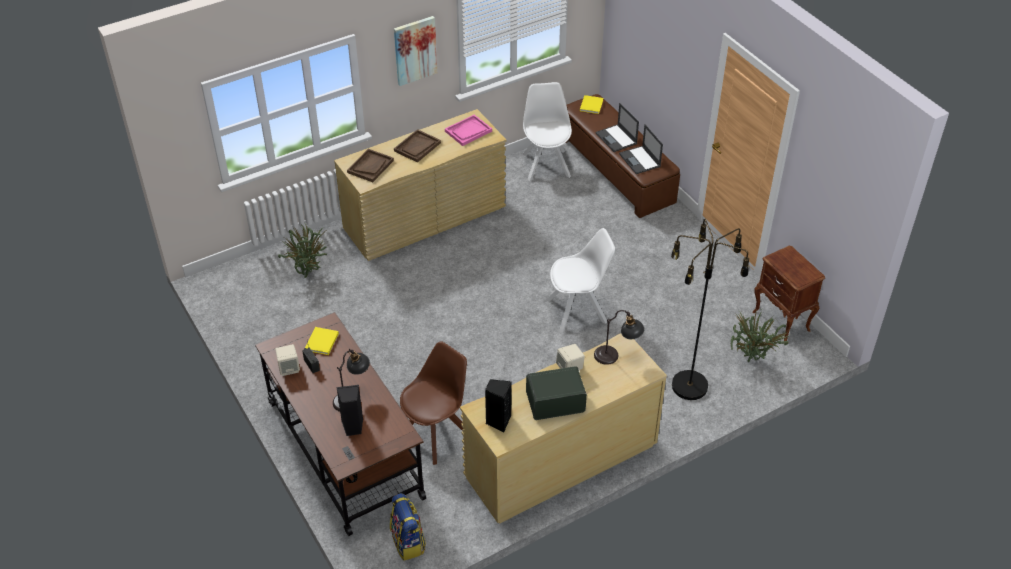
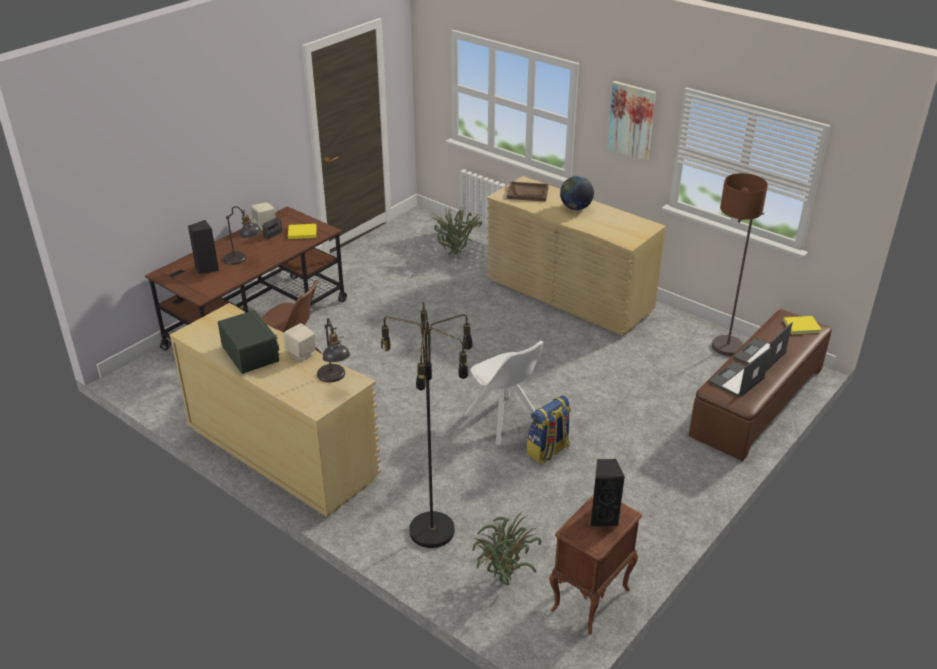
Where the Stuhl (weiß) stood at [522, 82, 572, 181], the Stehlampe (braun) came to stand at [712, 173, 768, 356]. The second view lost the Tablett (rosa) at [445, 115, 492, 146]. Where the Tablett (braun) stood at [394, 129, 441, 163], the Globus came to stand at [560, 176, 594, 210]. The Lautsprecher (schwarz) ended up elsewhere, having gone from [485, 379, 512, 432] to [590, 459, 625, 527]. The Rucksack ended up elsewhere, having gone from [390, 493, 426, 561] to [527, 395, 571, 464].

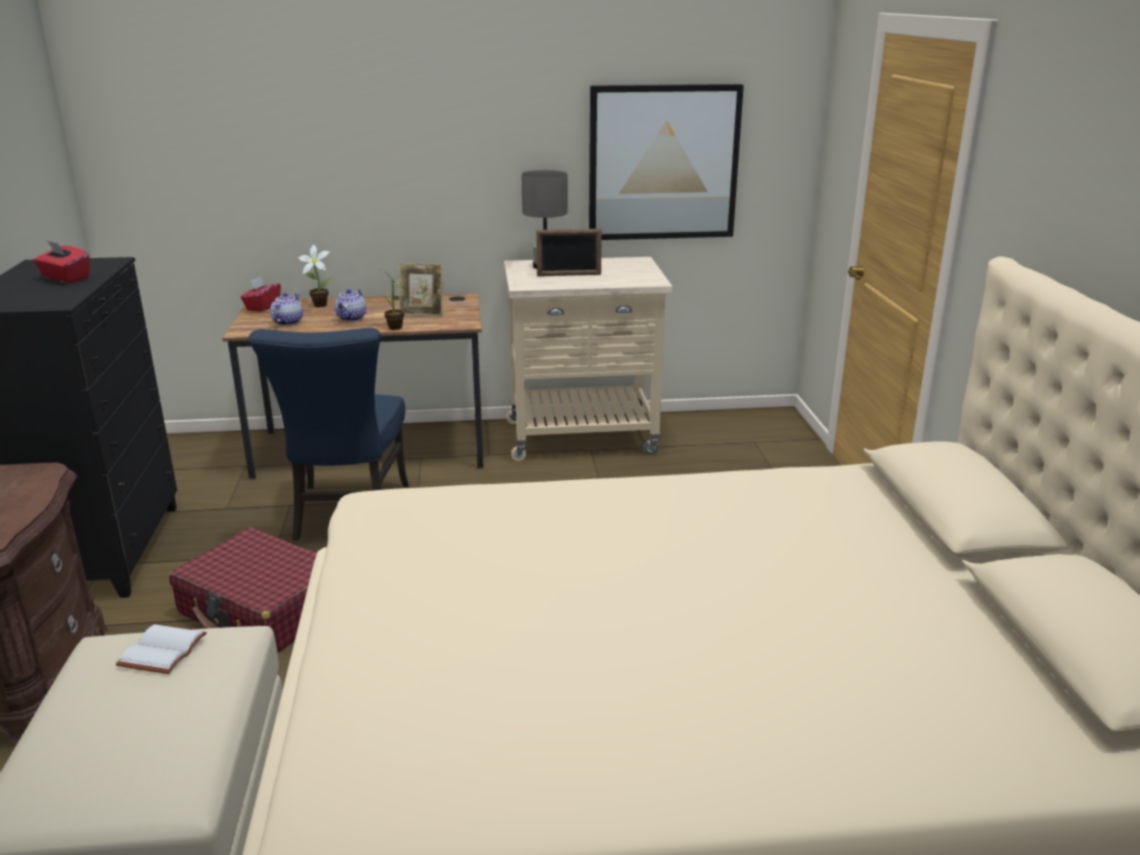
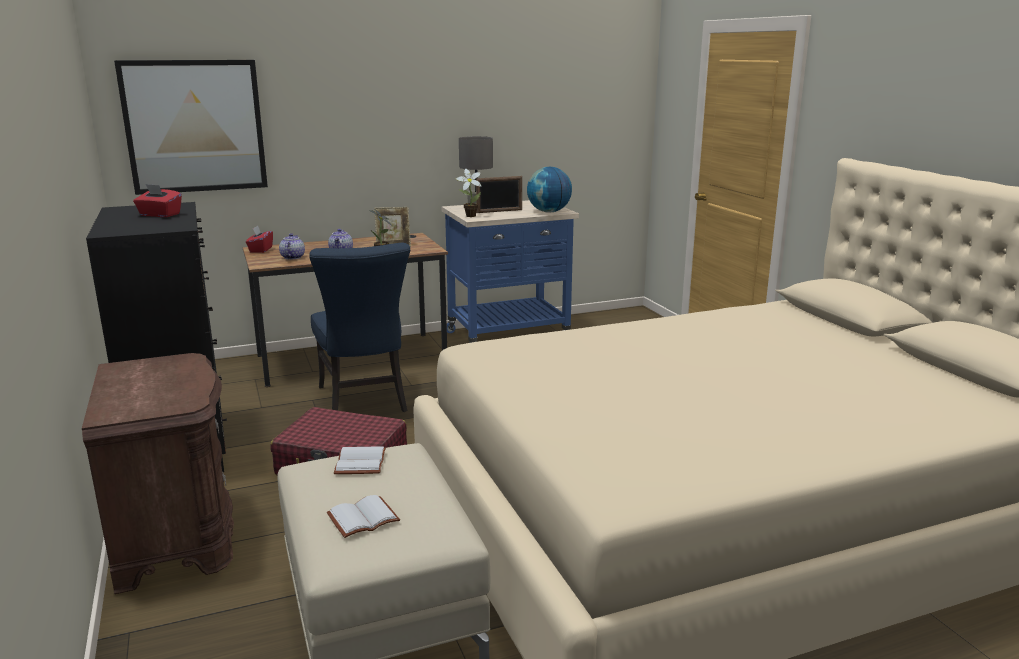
The Bild ended up elsewhere, having gone from [589, 84, 744, 240] to [114, 60, 268, 195]. The Topfpflanze ended up elsewhere, having gone from [298, 245, 332, 307] to [456, 169, 481, 217]. What was the Rollwagen (beige) at [504, 257, 673, 461] turned into the Rollwagen (blau) at [441, 200, 579, 343]. The second view gained the Globus at [527, 167, 572, 212]. The second view gained the Buch (weiß) at [327, 495, 400, 538].

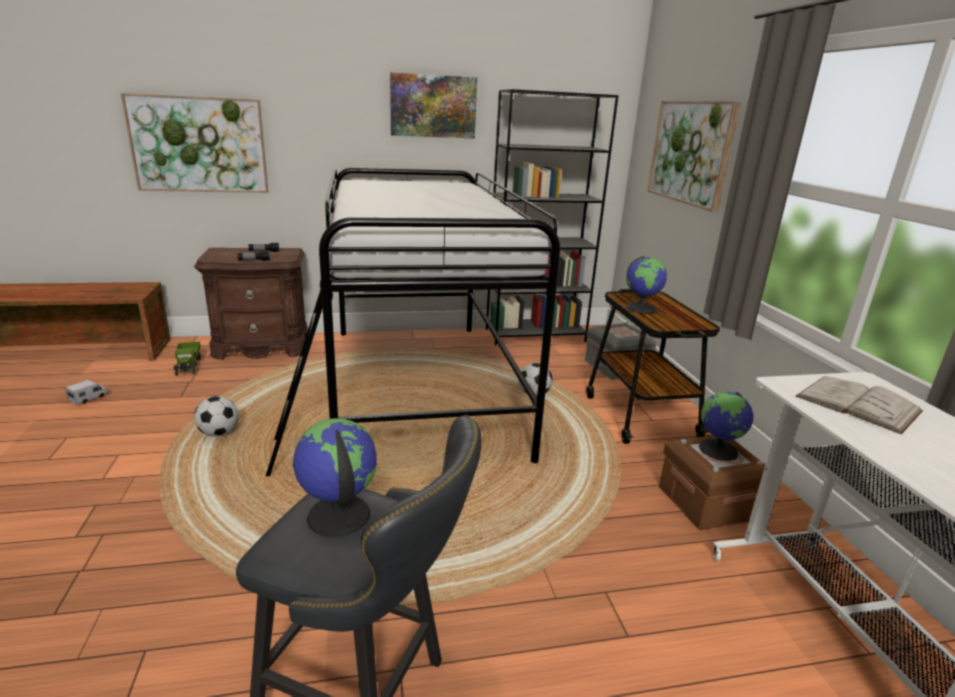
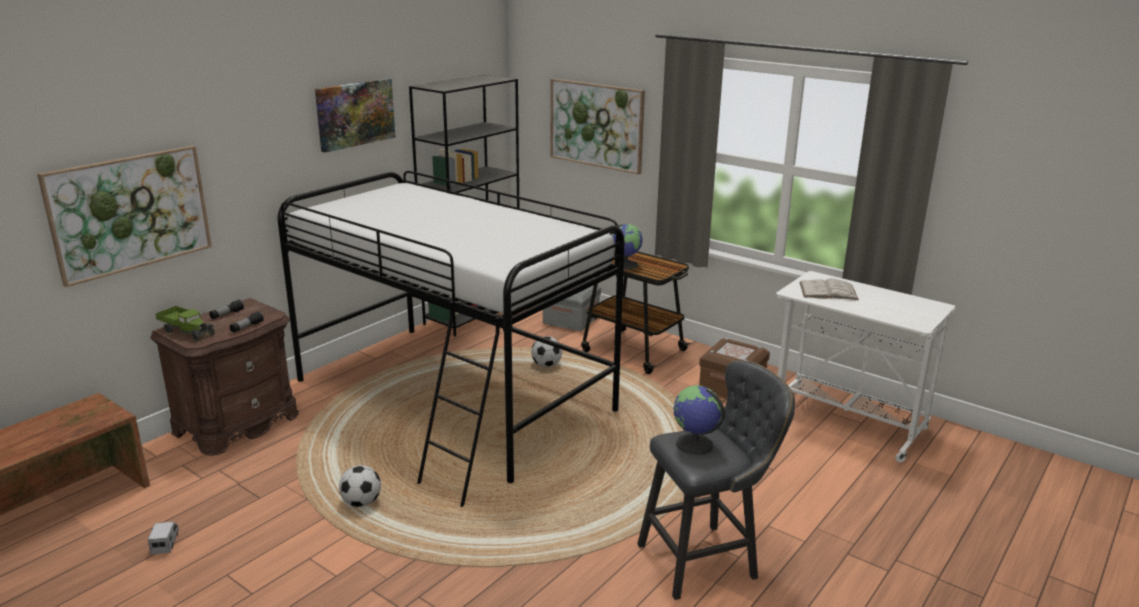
The Spielzeuglaster ended up elsewhere, having gone from [173, 342, 201, 376] to [155, 306, 215, 342]. The second view lost the Globus at [699, 392, 753, 461].

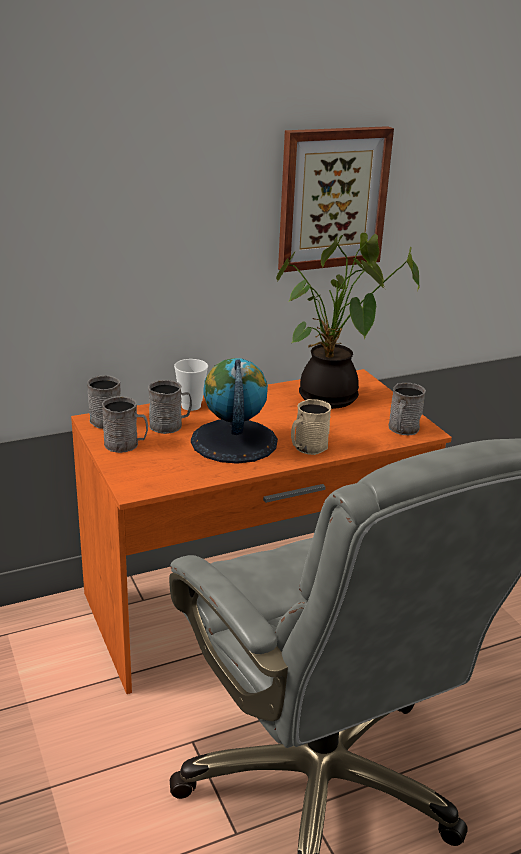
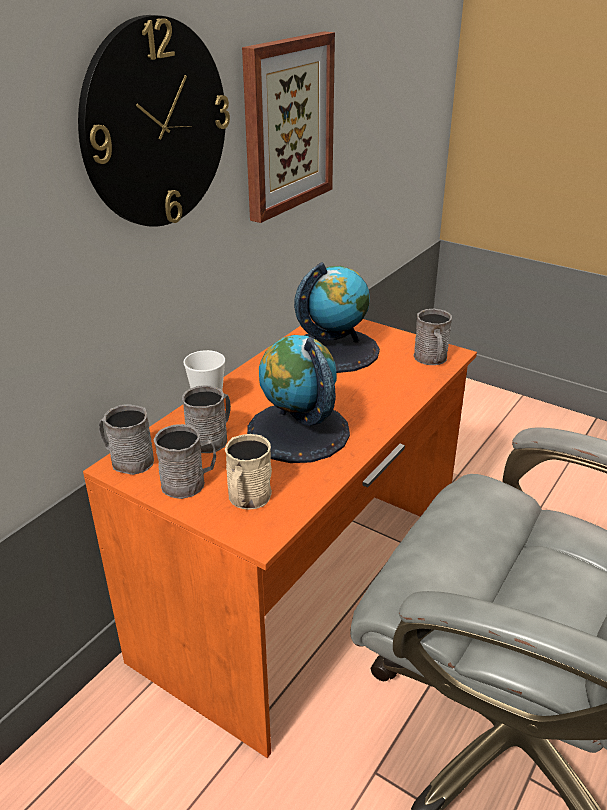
Where the Topfpflanze stood at [276, 233, 419, 409], the Globus came to stand at [294, 262, 380, 373]. The Henkelbecher (beige) ended up elsewhere, having gone from [291, 399, 331, 455] to [225, 434, 272, 510]. The second view gained the Wanduhr at [78, 15, 230, 227].

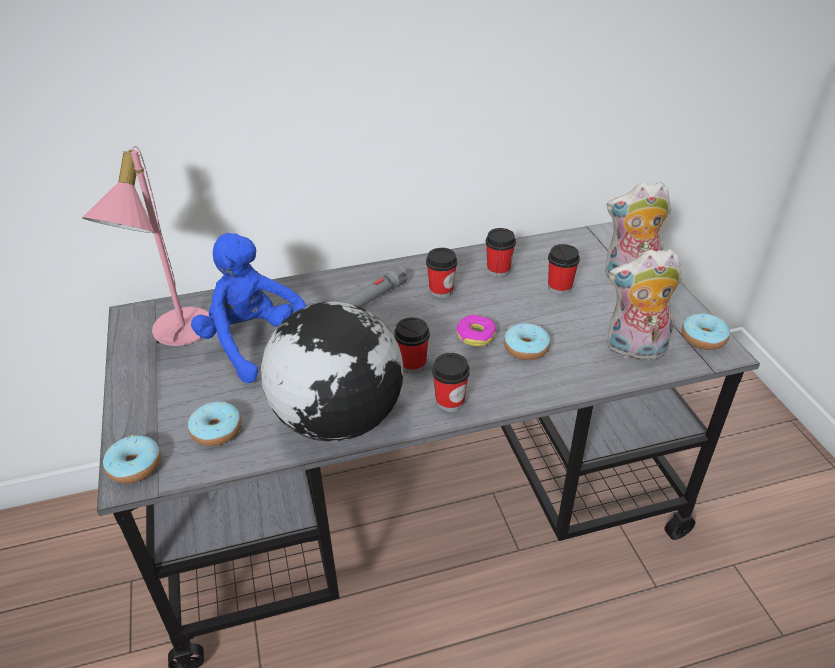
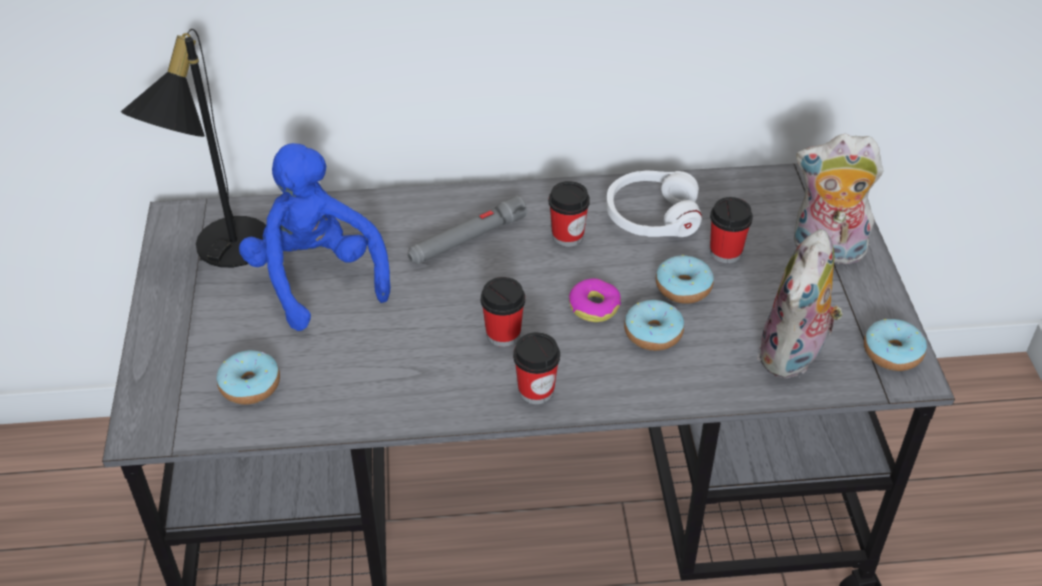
What was the Tischlampe (rosa) at [82, 146, 209, 346] turned into the Tischlampe (schwarz) at [121, 29, 266, 268]. Where the Tasse stood at [485, 228, 516, 277], the Kopfhörer (weiß) came to stand at [606, 171, 702, 237]. The Plüschtier at [607, 249, 683, 360] ended up facing another way, 75 degrees counterclockwise from before. The second view lost the Globus at [261, 302, 403, 442]. The Donut ended up elsewhere, having gone from [103, 435, 161, 483] to [656, 255, 714, 304].

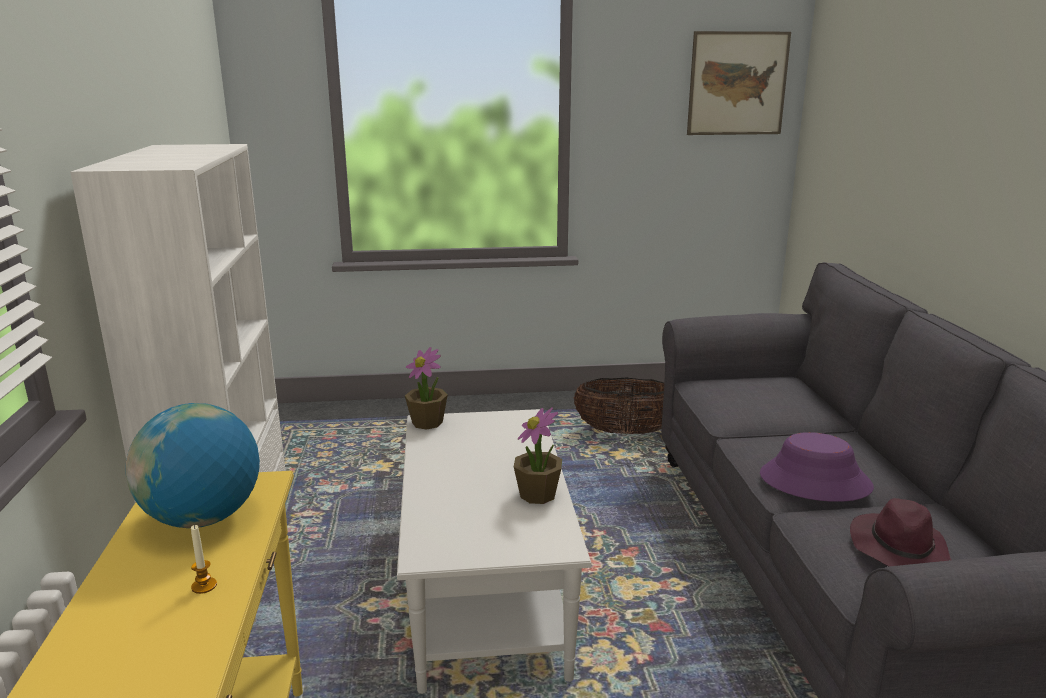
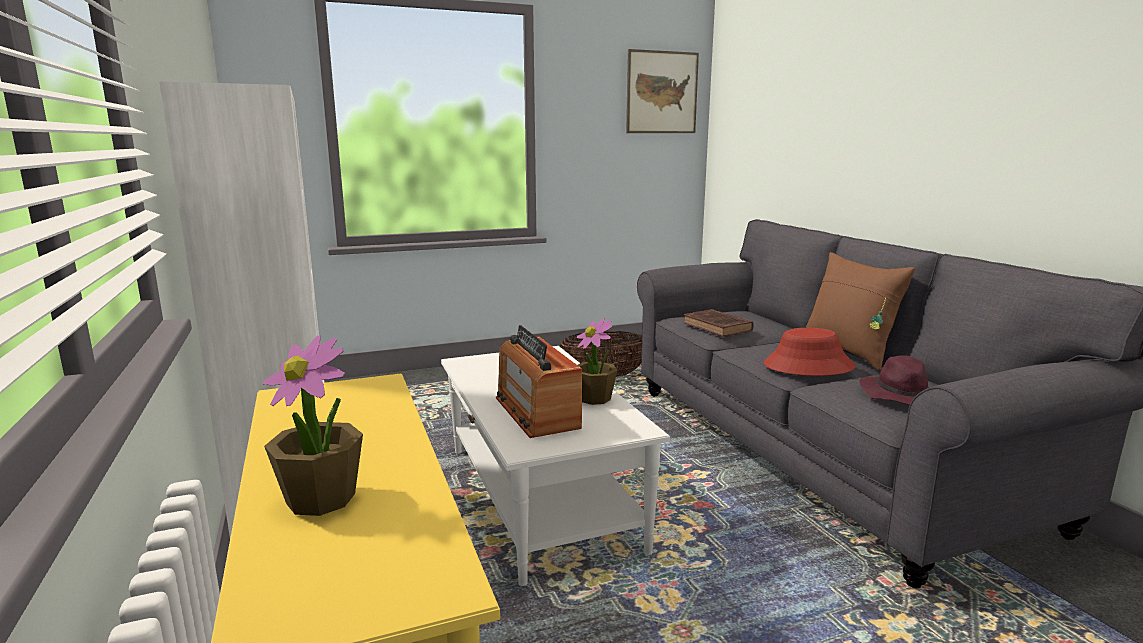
The Topfpflanze ended up elsewhere, having gone from [405, 347, 448, 430] to [263, 335, 363, 516]. The second view lost the Globus at [126, 403, 260, 528]. What was the Hut (lila) at [760, 432, 874, 502] turned into the Hut (rot) at [763, 328, 856, 376]. The second view lost the Kerze at [191, 525, 217, 594]. The second view gained the Kissen (braun) at [806, 252, 915, 370]. The second view gained the Buch (braun) at [683, 309, 754, 337]. The second view gained the Radio at [496, 325, 582, 438].

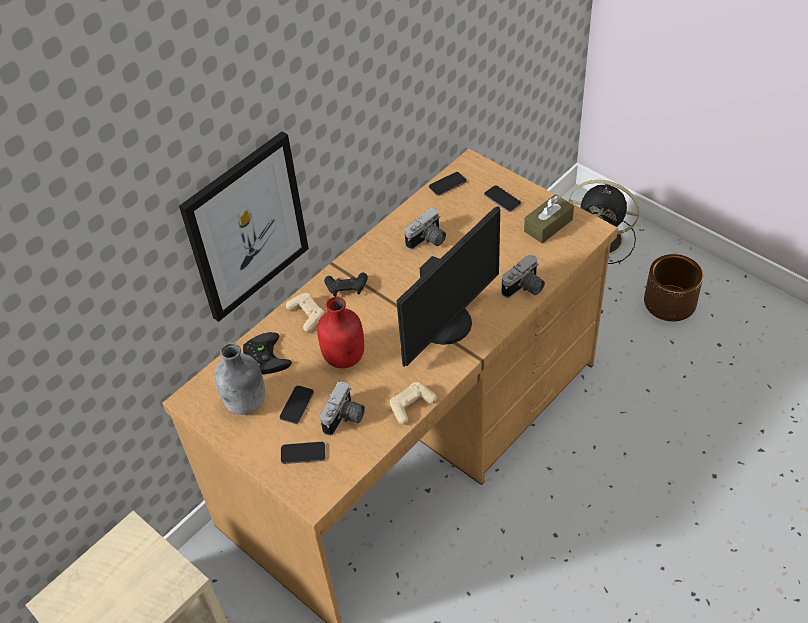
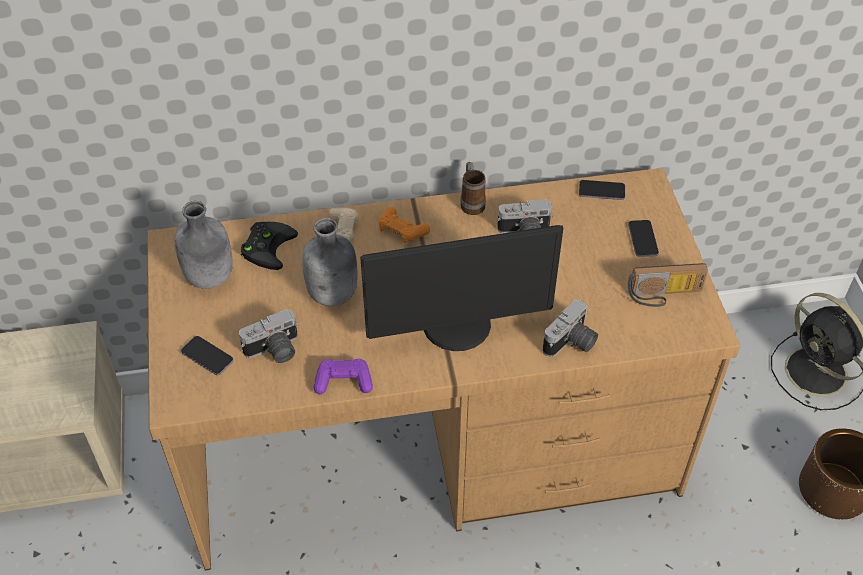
The second view lost the Bild at [179, 131, 309, 322]. Where the Taschentuchbox (braun) stood at [524, 194, 574, 243], the Radio came to stand at [628, 263, 708, 307]. The Kamera at [502, 254, 545, 298] ended up facing another way, 45 degrees counterclockwise from before. What was the Gamepad (schwarz) at [324, 273, 368, 297] turned into the Gamepad (orange) at [378, 207, 430, 244]. What was the Flasche (rot) at [317, 297, 364, 368] turned into the Flasche (grau) at [302, 218, 358, 306]. What was the Gamepad (beige) at [390, 382, 437, 425] turned into the Gamepad (lila) at [314, 359, 373, 394]. The second view lost the Handy at [280, 386, 314, 424]. The second view gained the Henkelbecher at [460, 162, 486, 215].

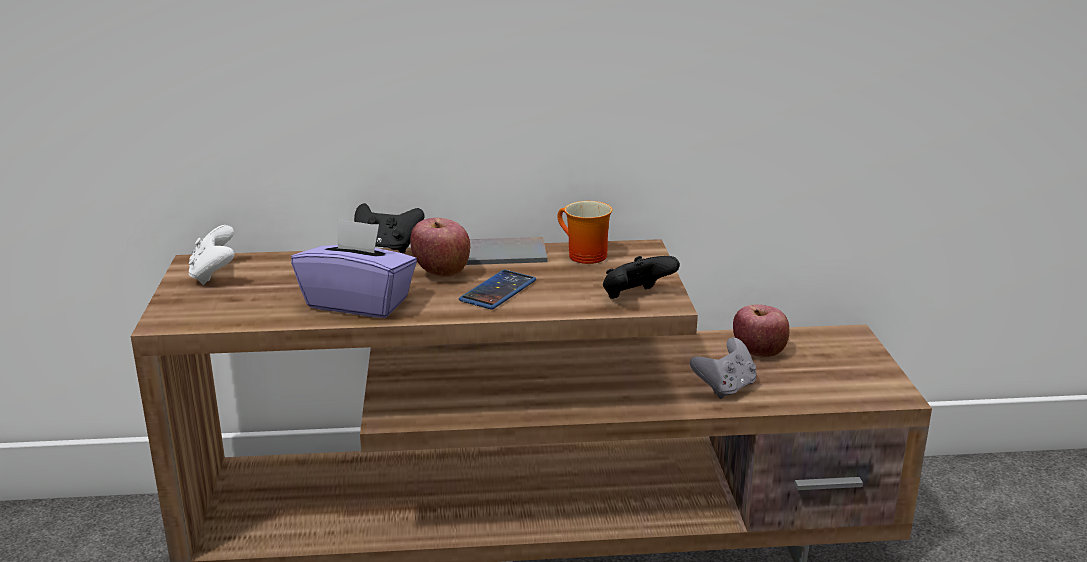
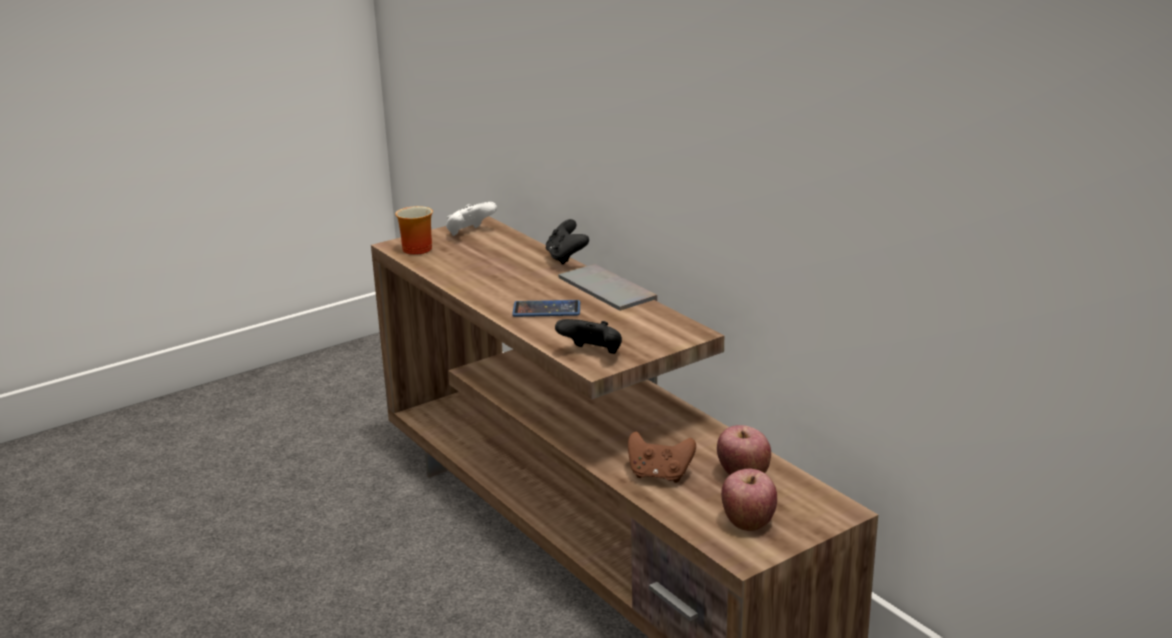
The Henkelbecher ended up elsewhere, having gone from [557, 201, 613, 264] to [395, 206, 433, 255]. The second view lost the Taschentuchbox (lila) at [291, 218, 417, 318]. The Apfel ended up elsewhere, having gone from [410, 218, 470, 277] to [721, 469, 777, 531]. What was the Gamepad (grau) at [690, 337, 757, 399] turned into the Gamepad (braun) at [628, 432, 696, 483].

